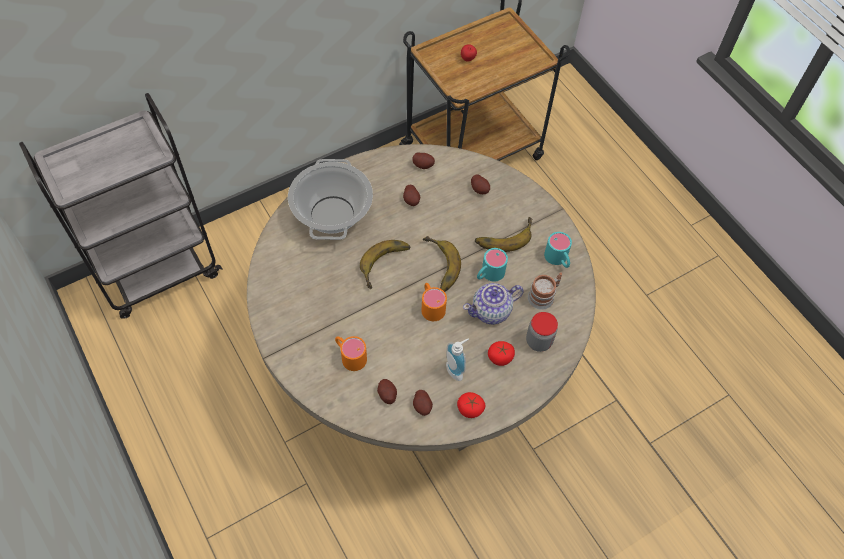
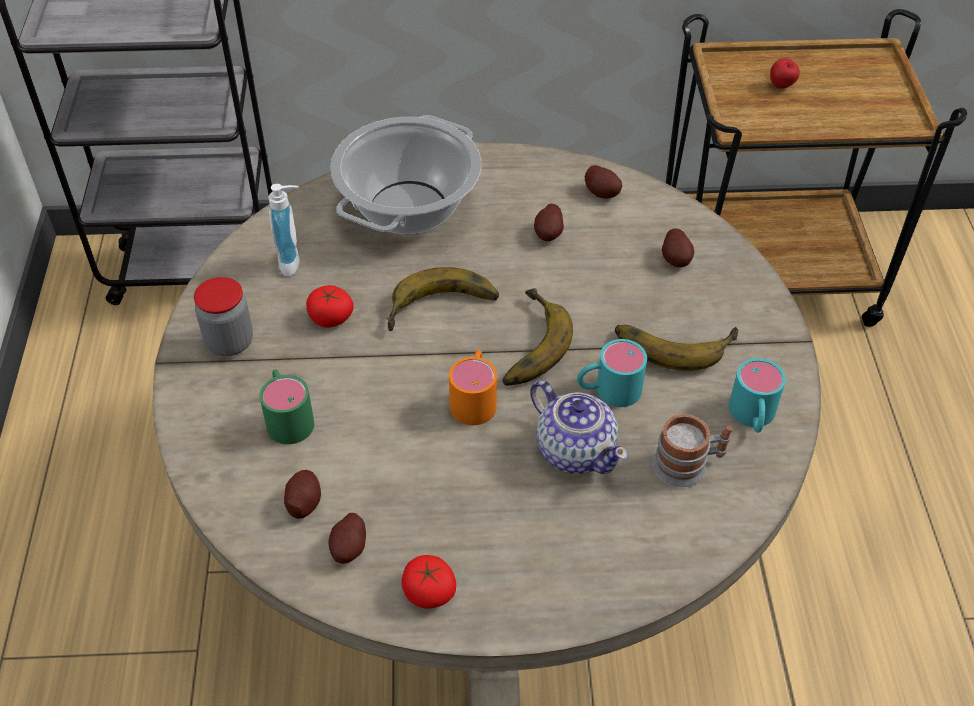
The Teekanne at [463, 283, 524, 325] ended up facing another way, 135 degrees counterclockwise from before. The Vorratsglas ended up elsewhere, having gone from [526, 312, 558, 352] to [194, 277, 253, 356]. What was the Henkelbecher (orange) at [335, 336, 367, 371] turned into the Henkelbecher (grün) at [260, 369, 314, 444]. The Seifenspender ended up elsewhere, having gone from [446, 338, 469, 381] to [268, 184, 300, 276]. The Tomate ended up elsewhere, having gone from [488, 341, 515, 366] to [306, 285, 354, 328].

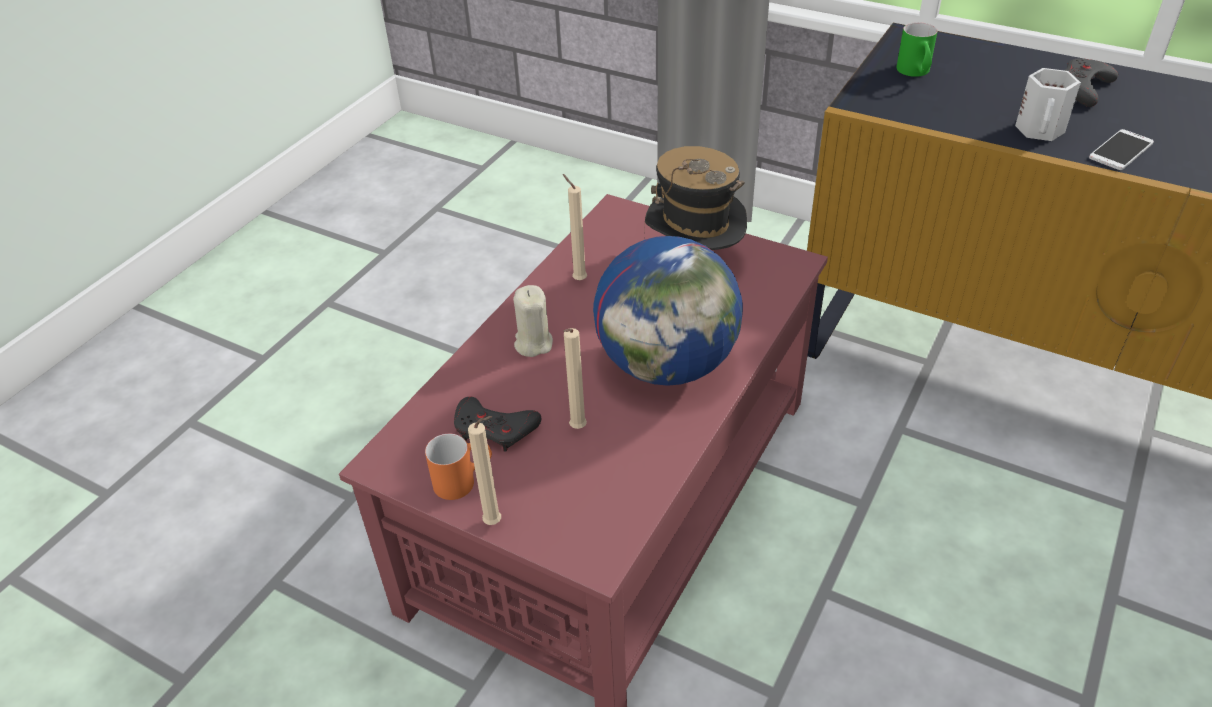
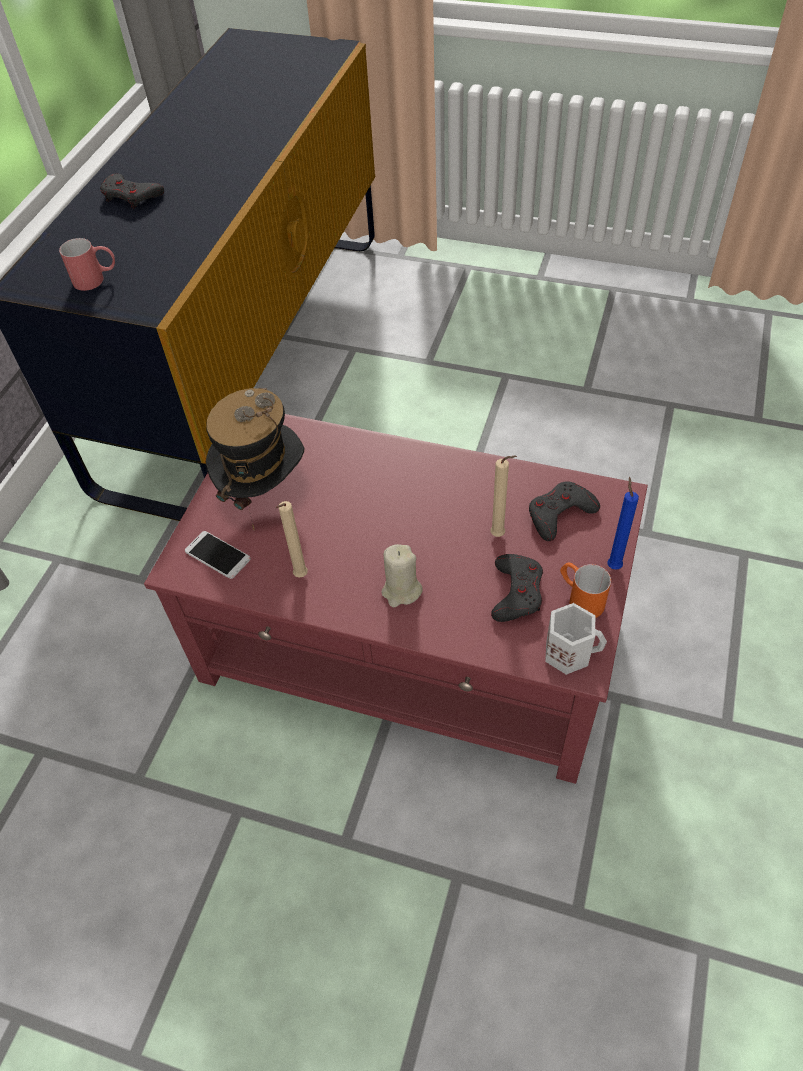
What was the Henkelbecher (grün) at [896, 22, 938, 77] turned into the Henkelbecher (rot) at [59, 238, 115, 291]. The Henkelbecher (weiß) ended up elsewhere, having gone from [1015, 68, 1081, 141] to [545, 603, 607, 675]. The Handy ended up elsewhere, having gone from [1089, 129, 1154, 170] to [185, 531, 251, 579]. The second view lost the Globus at [593, 236, 743, 386]. What was the Kerze (beige) at [468, 416, 501, 525] turned into the Kerze (blau) at [607, 477, 639, 570]. The second view gained the Gamepad (grau) at [529, 481, 600, 541].

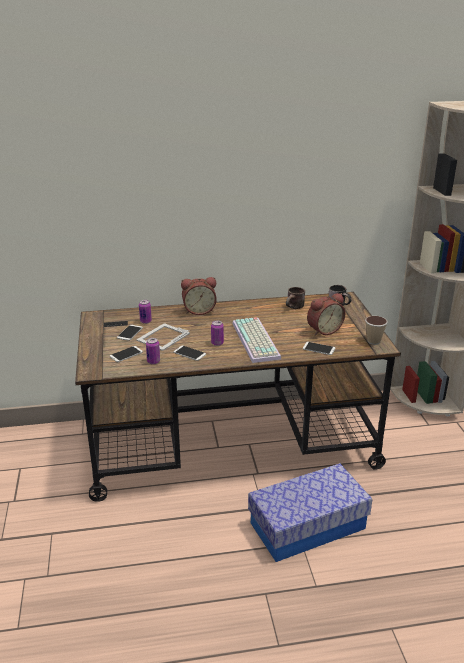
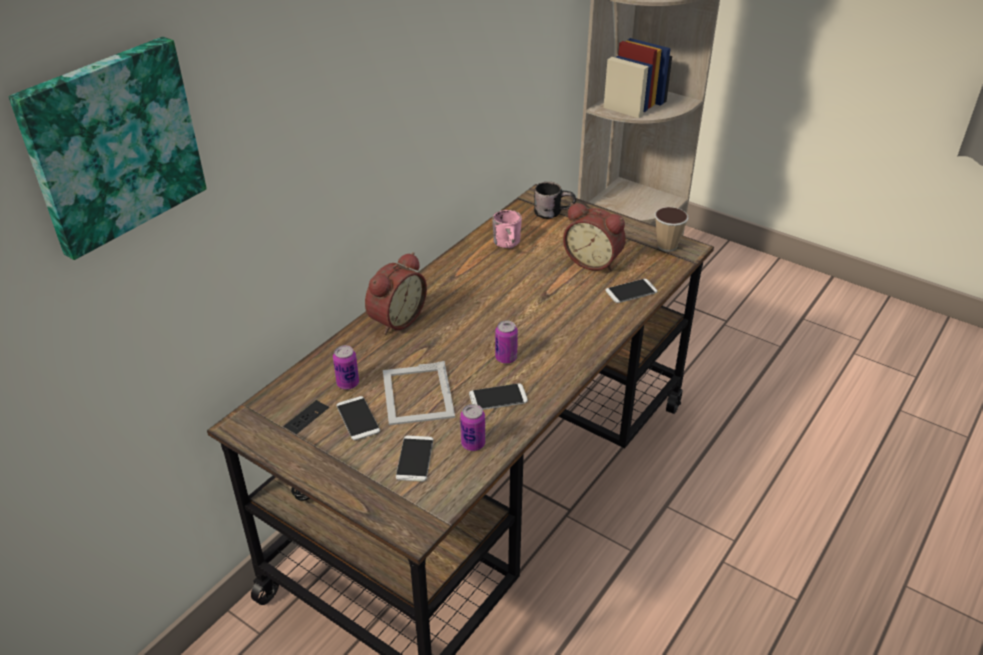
What was the Henkelbecher (braun) at [286, 287, 305, 309] turned into the Henkelbecher (rosa) at [492, 210, 522, 248]. The Wecker at [307, 293, 345, 336] ended up facing another way, 105 degrees clockwise from before. The second view lost the Tastatur at [232, 317, 281, 363]. The second view lost the Aufbewahrungsbox at [248, 463, 372, 562]. The second view gained the Bild at [9, 37, 207, 260].

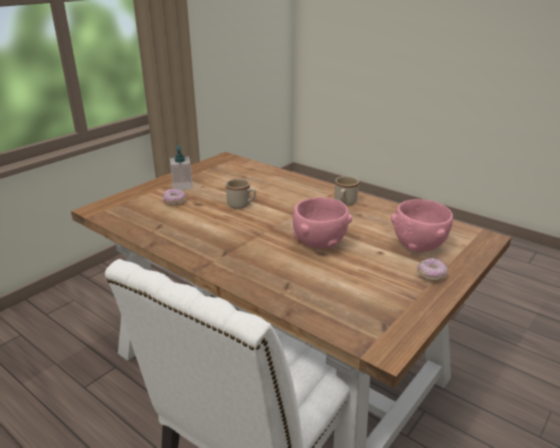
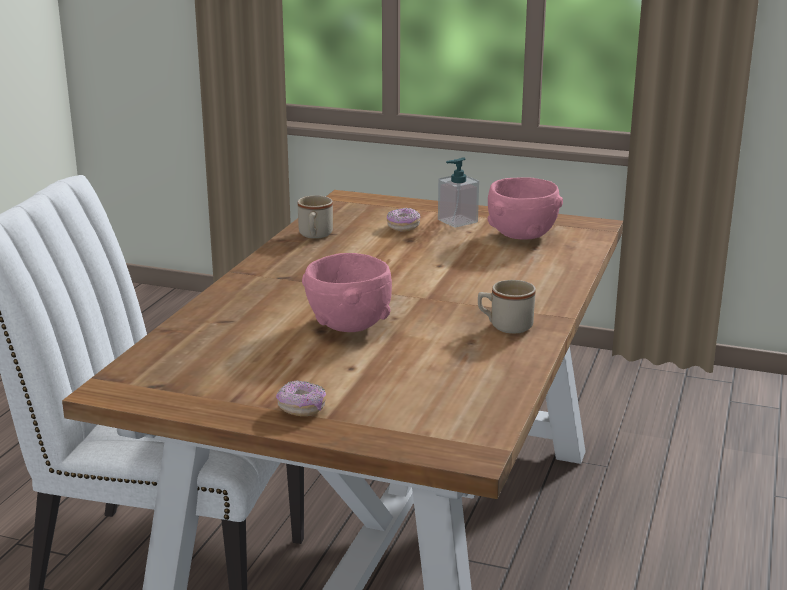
The Henkelbecher (beige) ended up elsewhere, having gone from [226, 179, 256, 209] to [298, 196, 333, 239]. The Schüssel (rosa) ended up elsewhere, having gone from [391, 199, 453, 253] to [488, 177, 563, 239].

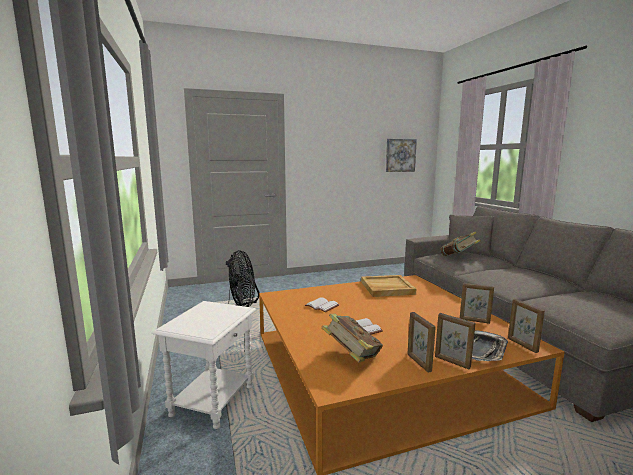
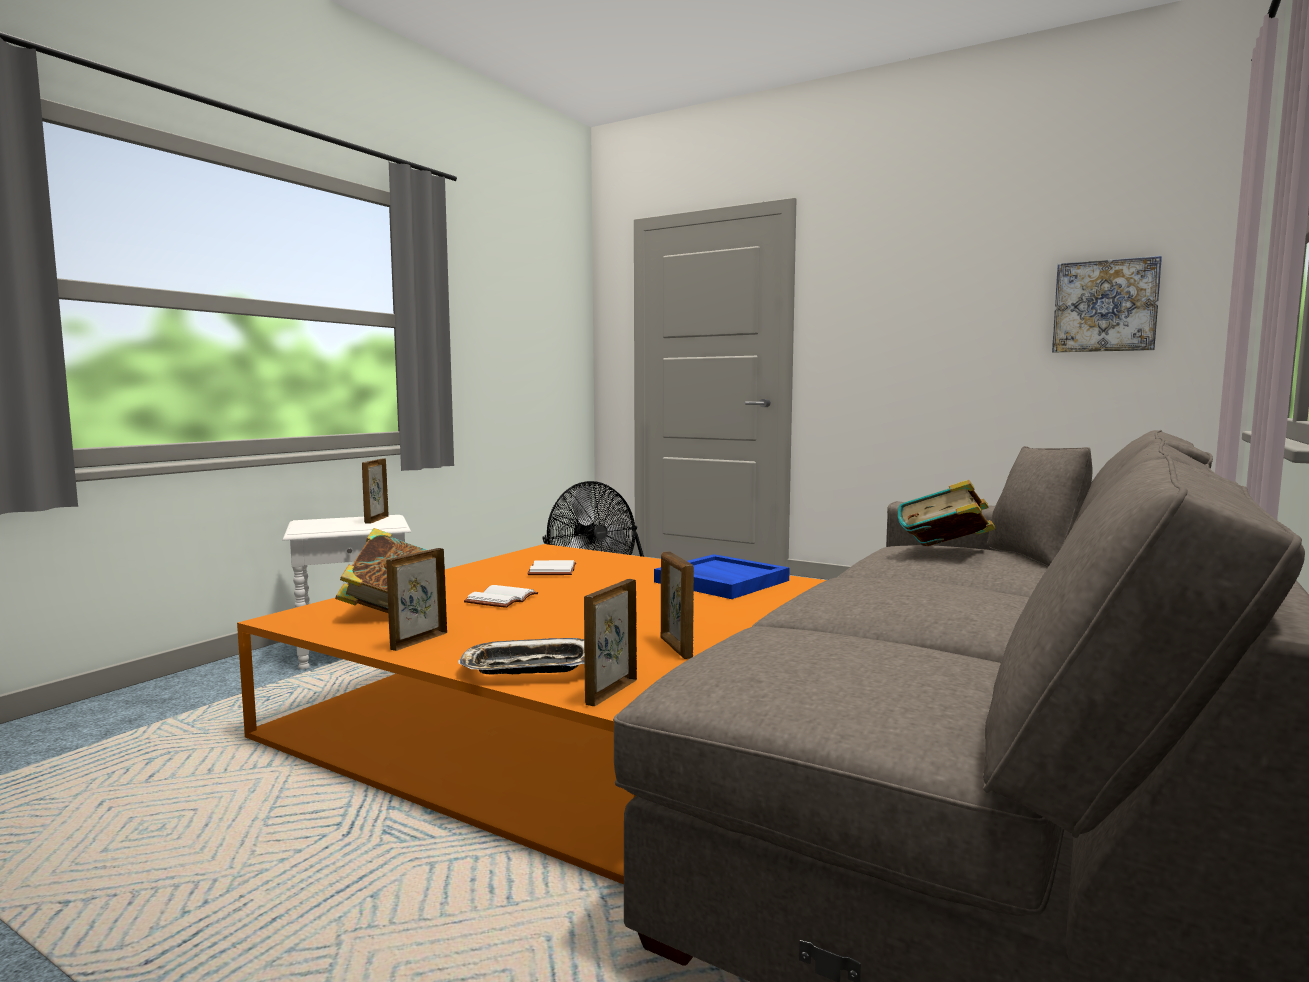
What was the Tablett (beige) at [361, 275, 416, 297] turned into the Tablett (blau) at [654, 554, 790, 599]. The Bilderrahmen ended up elsewhere, having gone from [435, 313, 475, 369] to [362, 458, 389, 524].

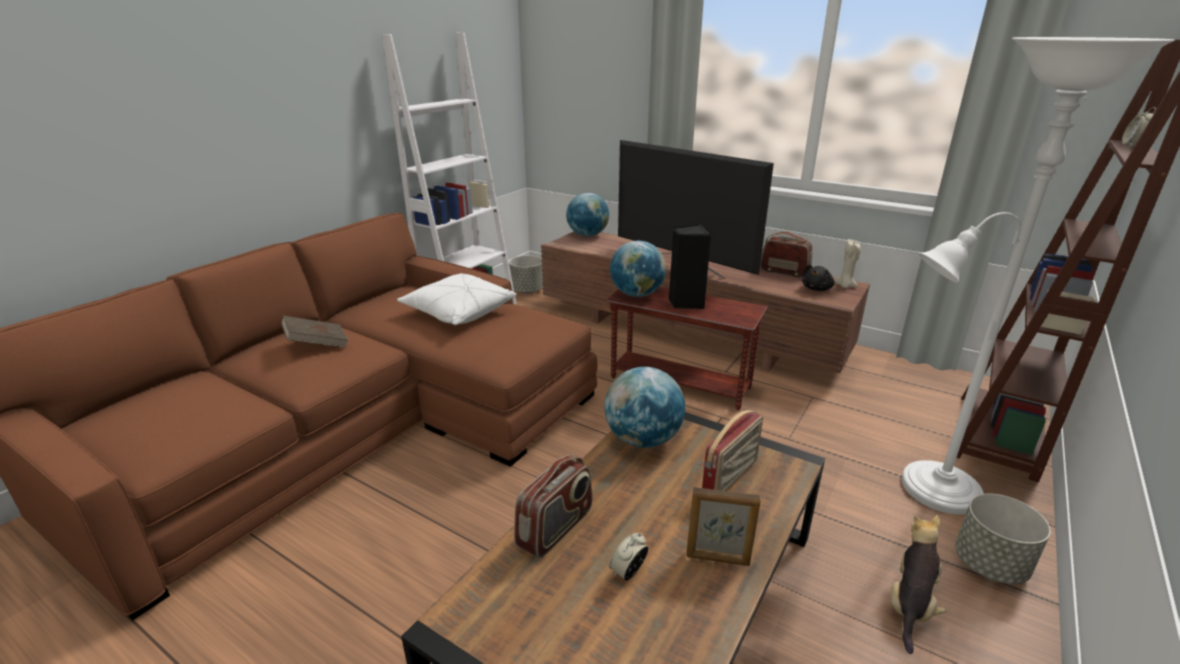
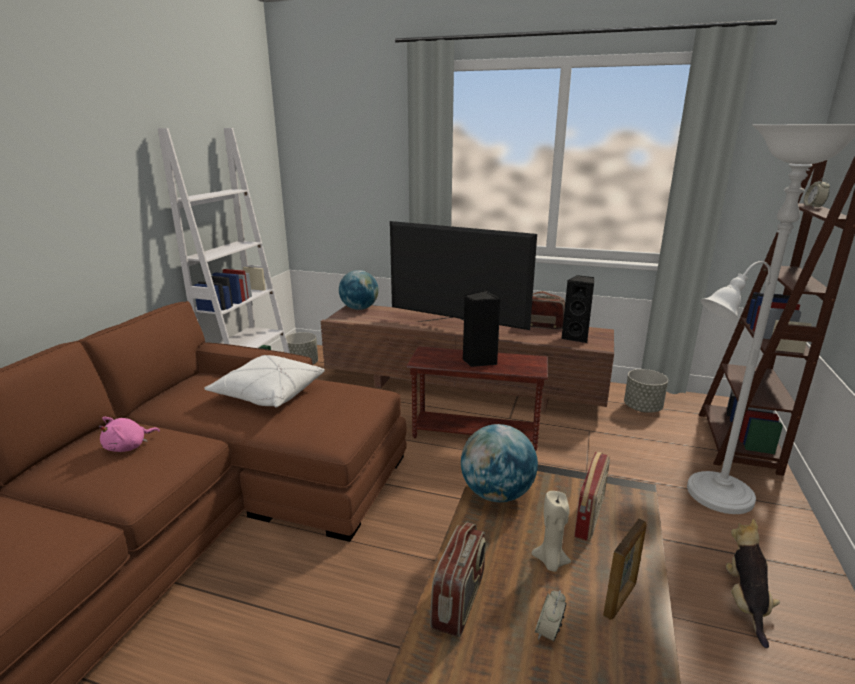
The Kerze (beige) ended up elsewhere, having gone from [834, 239, 861, 288] to [532, 491, 571, 572]. The second view lost the Globus at [610, 241, 666, 297]. Where the Plüschtier (schwarz) stood at [802, 264, 835, 291], the Lautsprecher (schwarz) came to stand at [561, 275, 594, 343]. Where the Buch (braun) stood at [281, 316, 348, 348], the Plüschtier (rosa) came to stand at [99, 417, 160, 452]. The Bilderrahmen at [687, 487, 761, 566] ended up facing another way, 45 degrees counterclockwise from before. The Pflanzkübel (grau) ended up elsewhere, having gone from [955, 494, 1051, 584] to [624, 369, 668, 413].

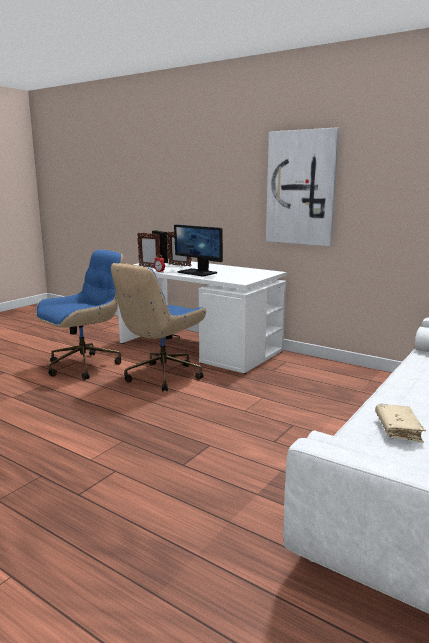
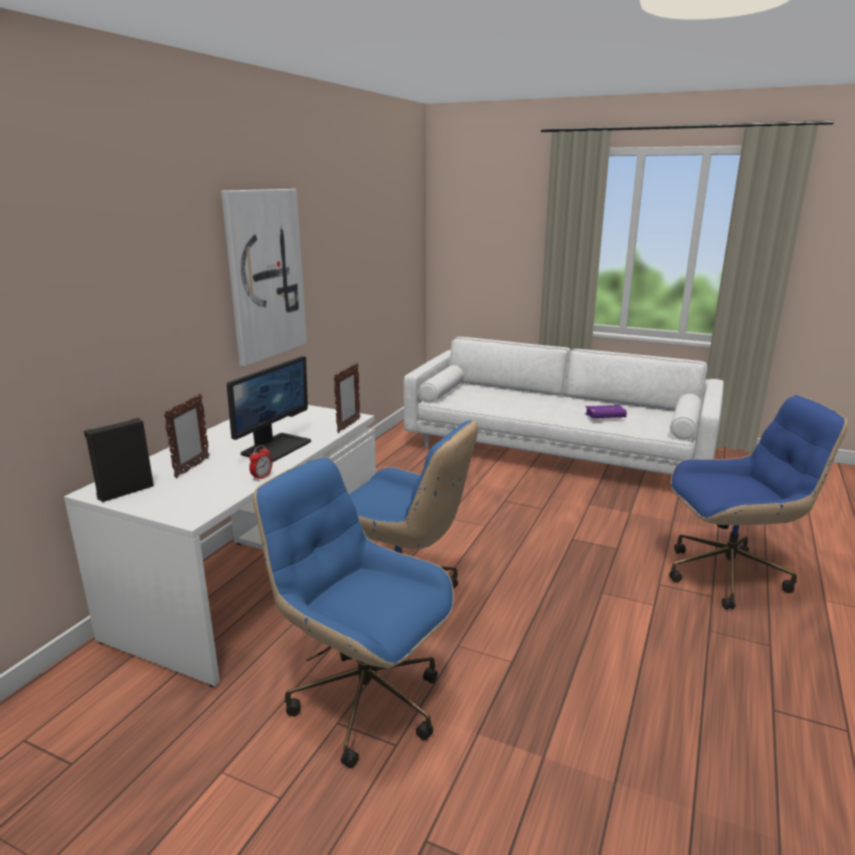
The Bilderrahmen ended up elsewhere, having gone from [137, 233, 161, 268] to [333, 362, 360, 433]. What was the Buch (beige) at [375, 404, 426, 443] turned into the Buch (lila) at [585, 405, 627, 418]. The second view gained the Bürostuhl (blau) at [669, 395, 848, 609].

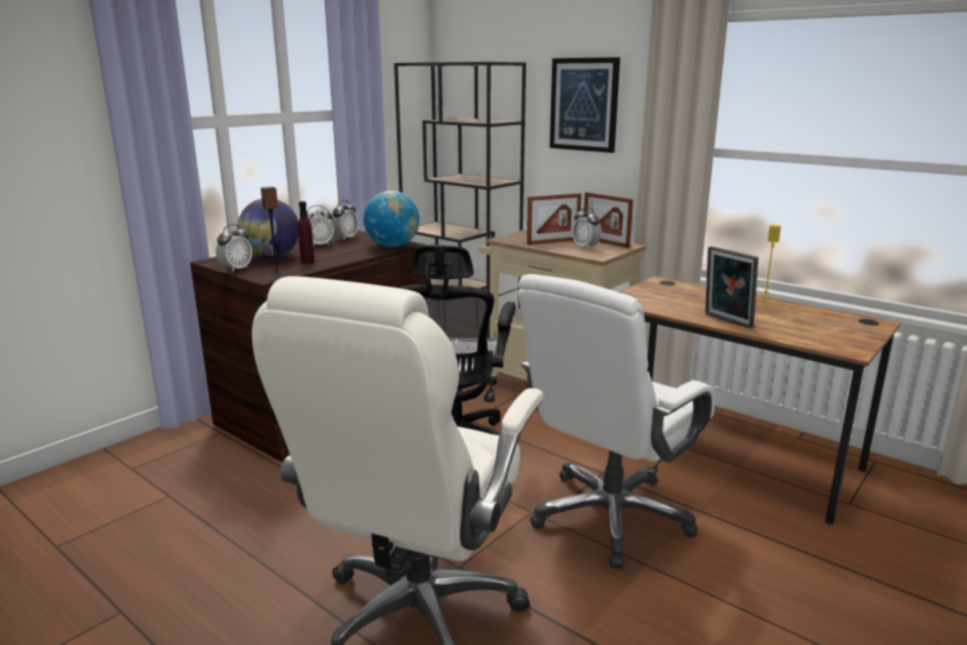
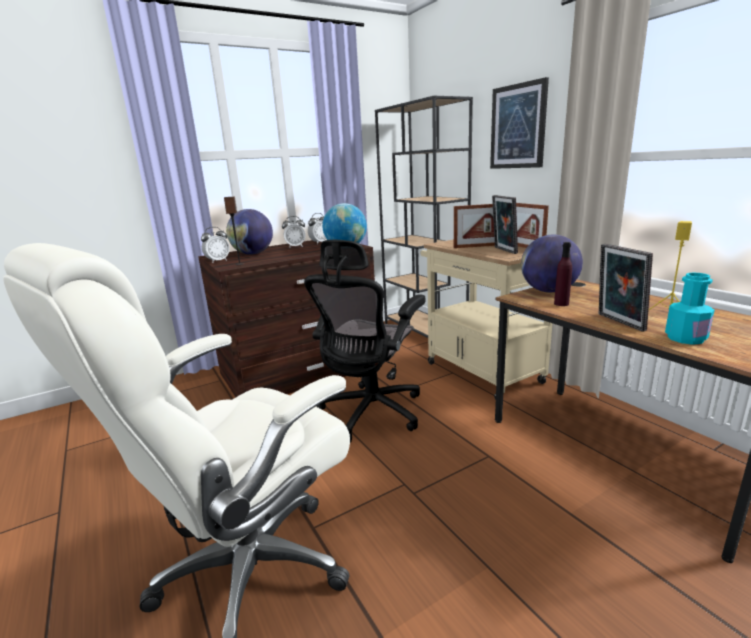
The Flasche (lila) ended up elsewhere, having gone from [298, 201, 314, 264] to [554, 242, 572, 306]. Where the Wecker stood at [572, 207, 601, 250], the Bilderrahmen came to stand at [492, 195, 518, 254]. The second view lost the Bürostuhl (weiß) at [518, 274, 714, 568]. The second view gained the Globus at [521, 235, 583, 292]. The second view gained the Flasche (türkis) at [665, 273, 715, 345].

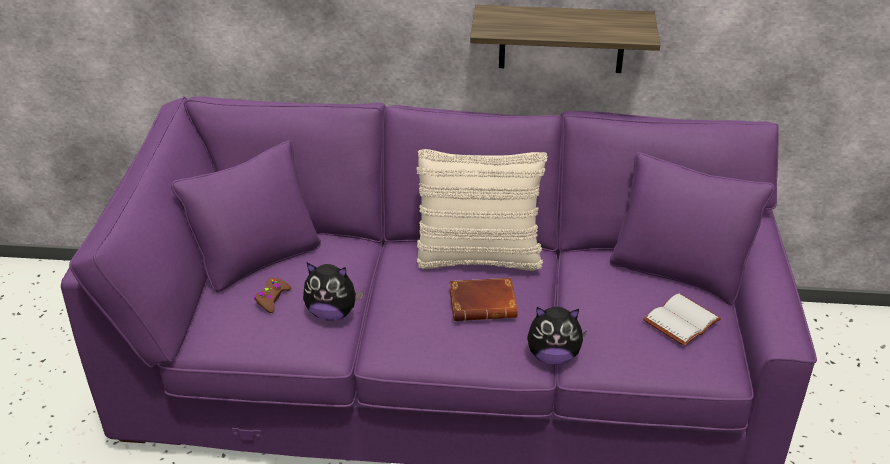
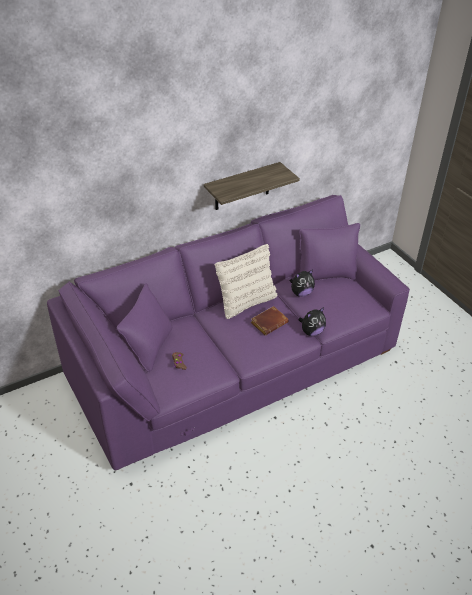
The Plüschtier ended up elsewhere, having gone from [303, 263, 364, 321] to [290, 269, 315, 297]. The second view lost the Buch (weiß) at [643, 293, 721, 346].

